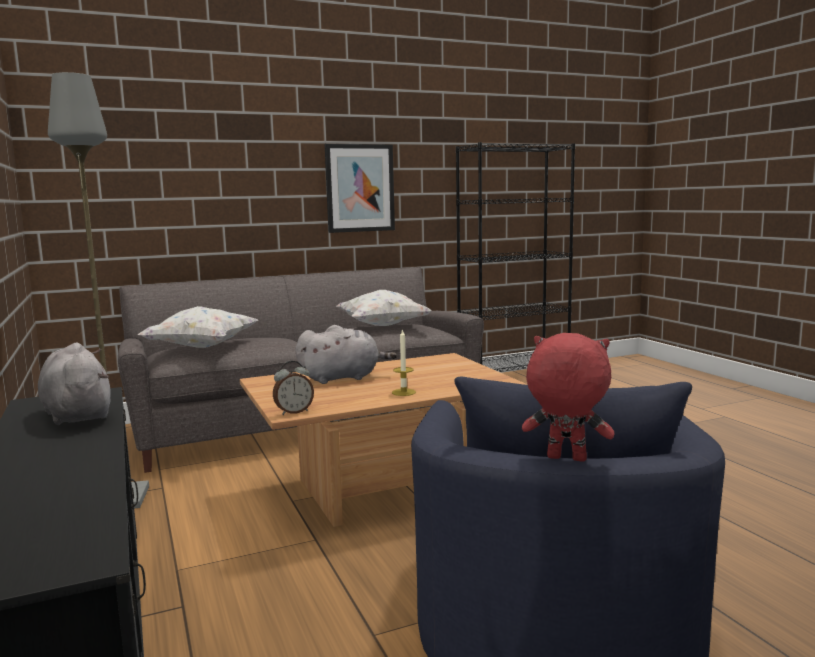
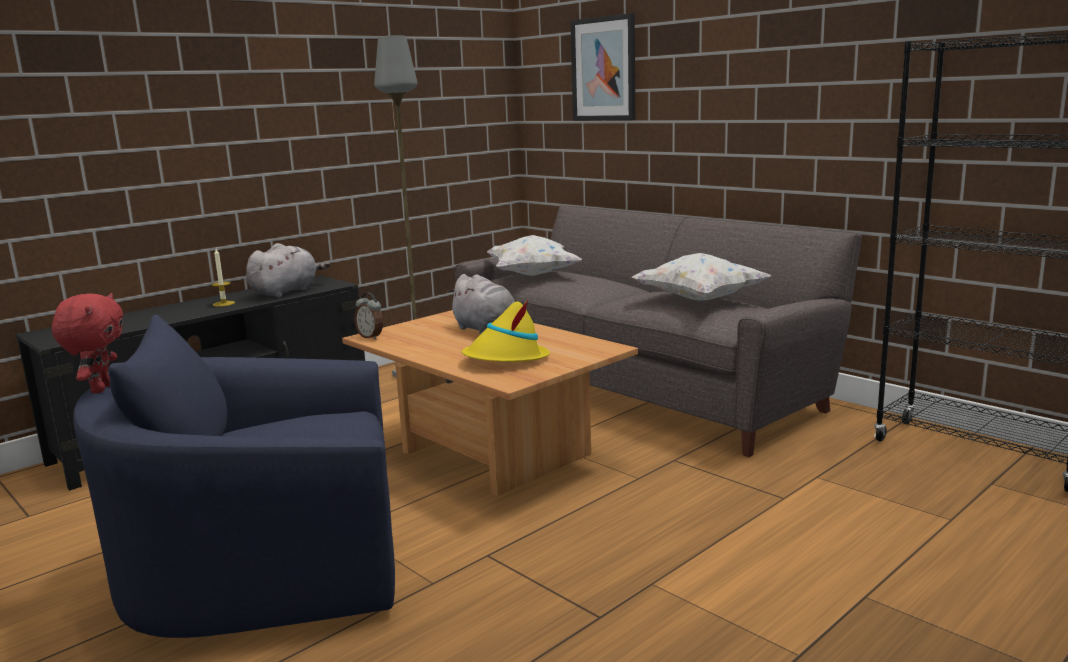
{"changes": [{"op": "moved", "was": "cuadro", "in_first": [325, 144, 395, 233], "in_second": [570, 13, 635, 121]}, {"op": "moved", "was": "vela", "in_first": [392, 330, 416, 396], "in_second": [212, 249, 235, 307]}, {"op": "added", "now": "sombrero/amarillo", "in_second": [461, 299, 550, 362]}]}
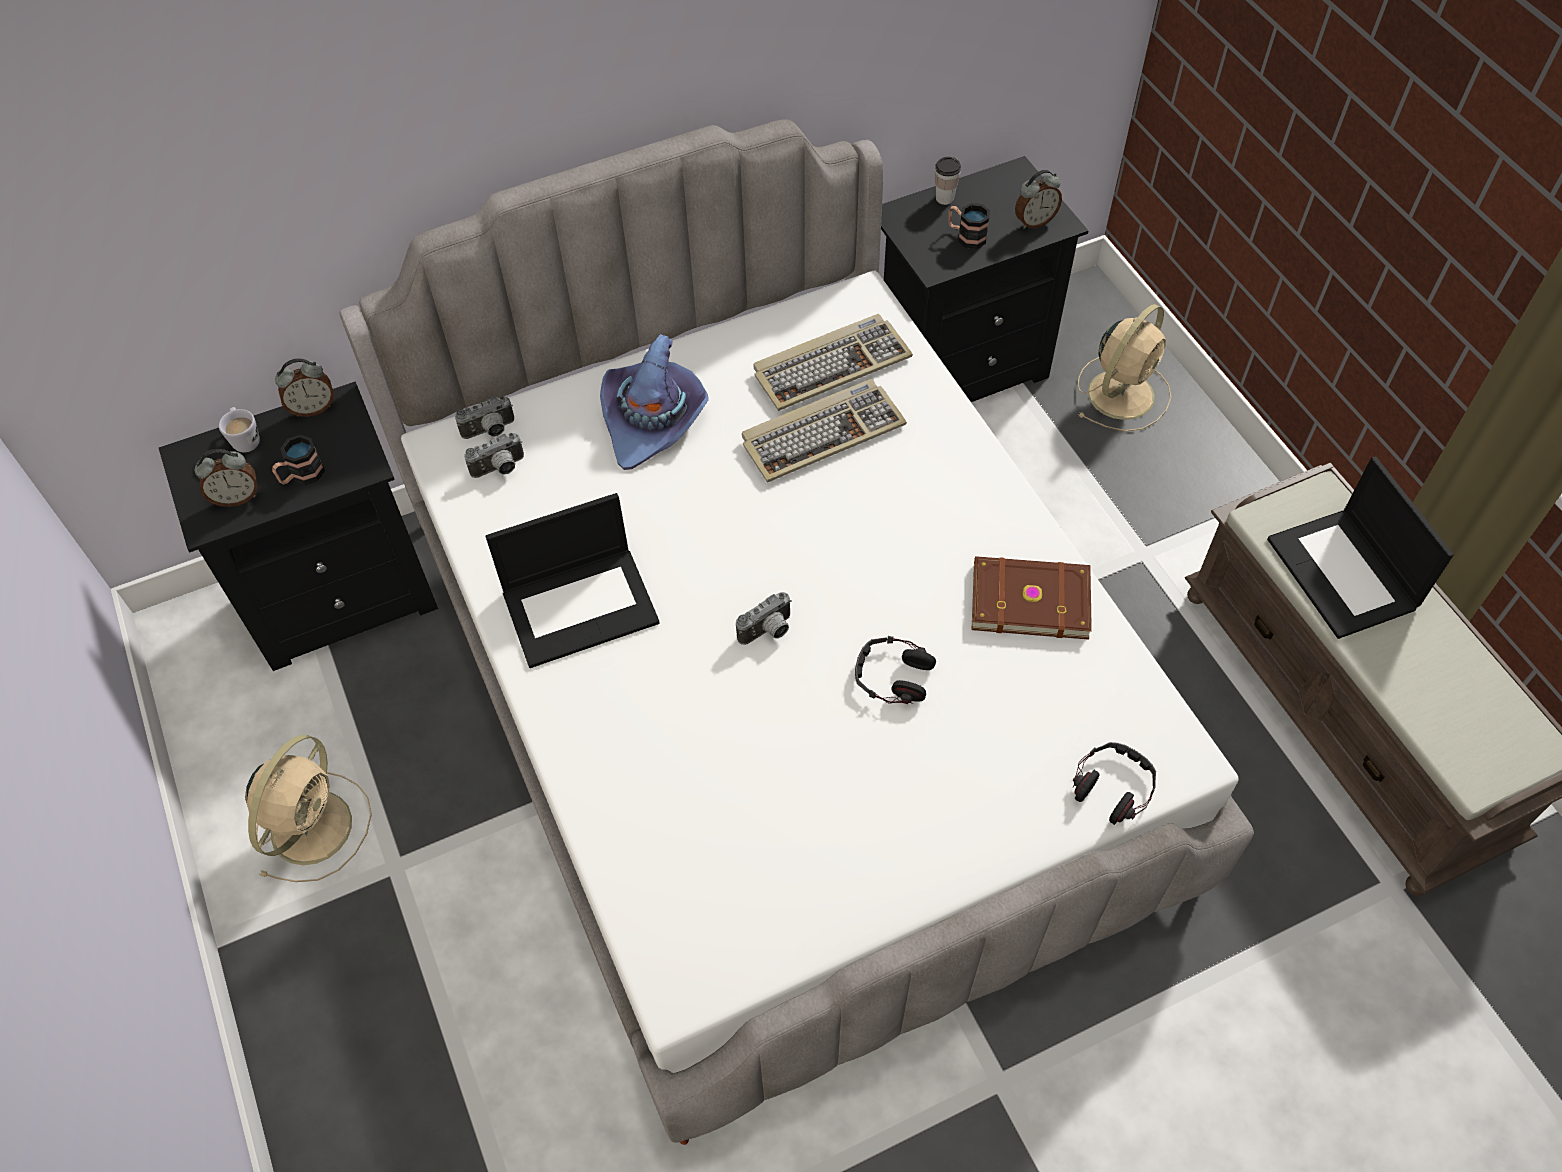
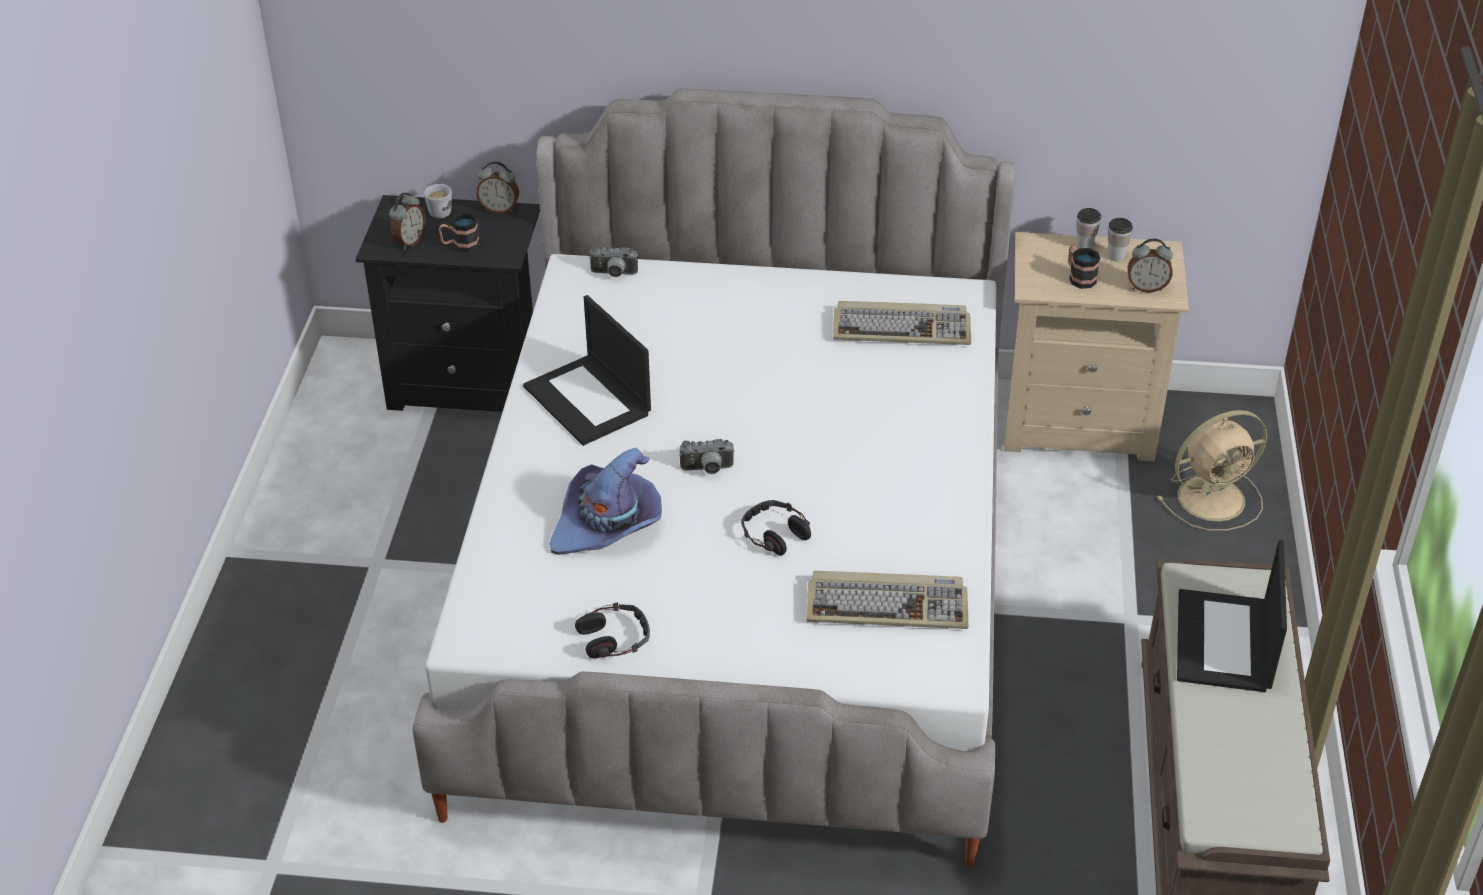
{"changes": [{"op": "turned", "was": "despertador", "in_first": [195, 449, 258, 507], "in_second": [389, 193, 426, 250], "clockwise": -75}, {"op": "removed", "was": "ventilador/beis", "in_first": [245, 735, 372, 882]}, {"op": "removed", "was": "cámara", "in_first": [464, 433, 524, 478]}, {"op": "turned", "was": "portátil", "in_first": [486, 493, 660, 668], "in_second": [523, 295, 651, 446], "clockwise": 45}, {"op": "moved", "was": "sombrero/morado", "in_first": [600, 334, 708, 470], "in_second": [549, 448, 662, 555]}, {"op": "moved", "was": "teclado", "in_first": [742, 379, 907, 483], "in_second": [807, 571, 969, 629]}, {"op": "recoloured", "was": "mesita de noche/negro", "now": "mesita de noche/beis", "in_first": [881, 156, 1089, 402], "in_second": [1004, 232, 1189, 461]}, {"op": "removed", "was": "libro/marrón", "in_first": [972, 556, 1092, 640]}, {"op": "moved", "was": "auriculares", "in_first": [1073, 742, 1156, 825], "in_second": [575, 602, 650, 658]}, {"op": "added", "now": "taza", "in_second": [1108, 218, 1133, 262]}]}
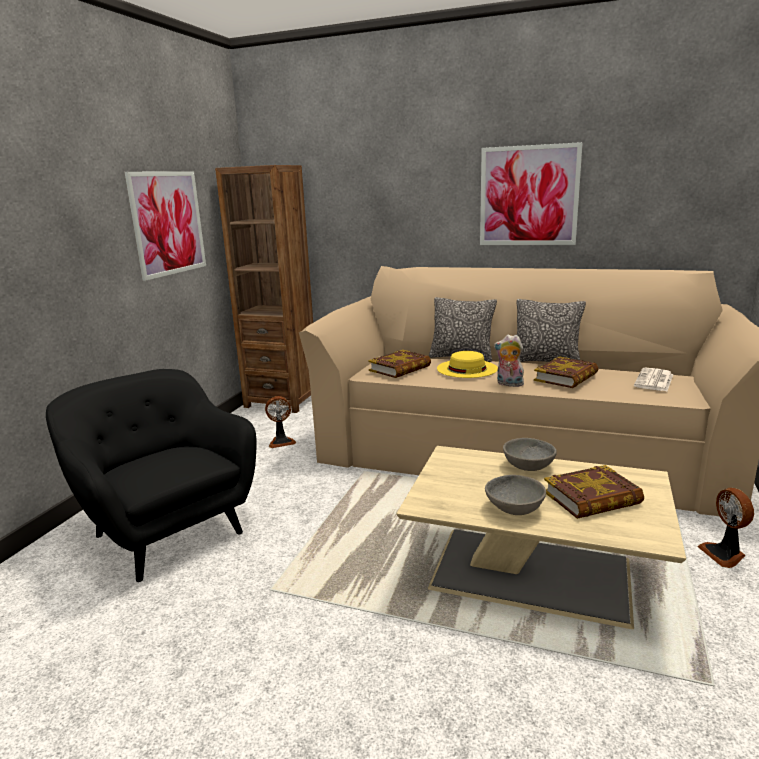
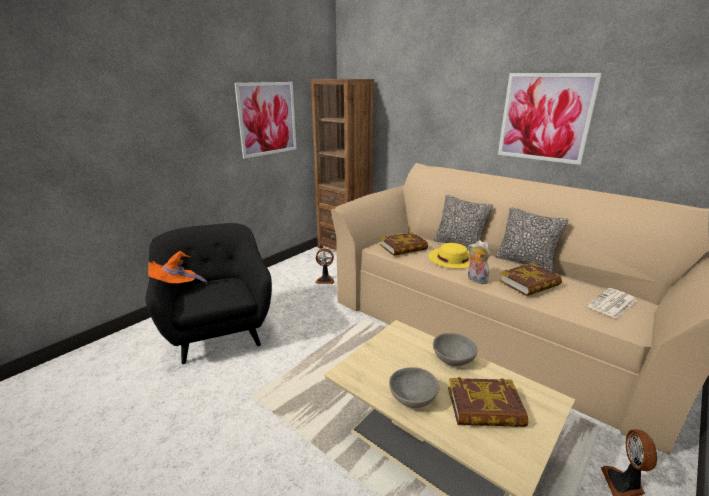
{"changes": [{"op": "added", "now": "sombrero/naranja", "in_second": [148, 251, 207, 284]}]}
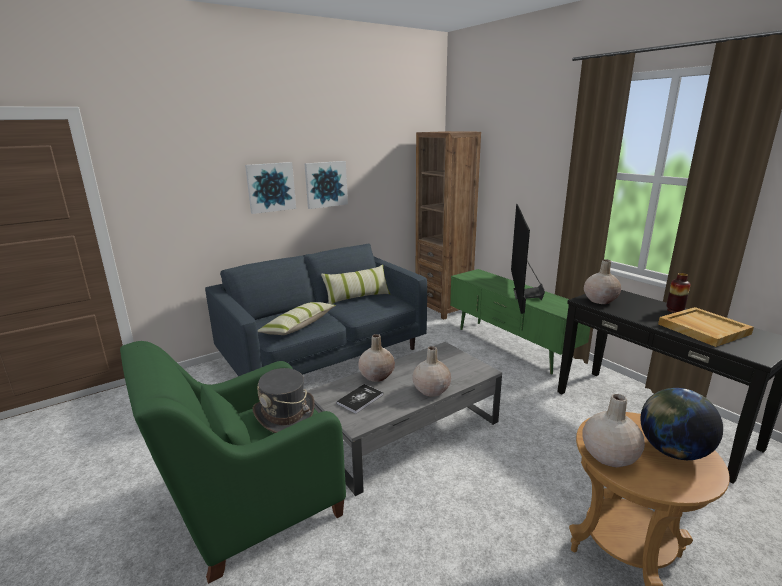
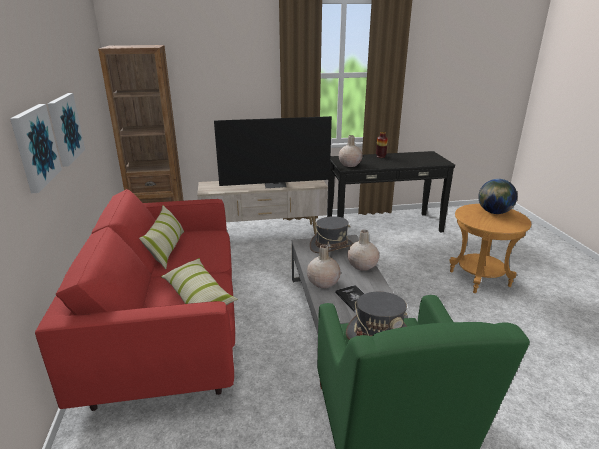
{"changes": [{"op": "recoloured", "was": "sofá/azul", "now": "sofá/rojo", "in_first": [205, 244, 427, 376], "in_second": [35, 189, 235, 411]}, {"op": "recoloured", "was": "mueble de televisión/verde", "now": "mueble de televisión/beis", "in_first": [450, 269, 590, 374], "in_second": [197, 180, 328, 234]}, {"op": "turned", "was": "televisor", "in_first": [511, 204, 545, 314], "in_second": [214, 116, 332, 188], "clockwise": -45}, {"op": "removed", "was": "florero/beis", "in_first": [582, 394, 645, 467]}, {"op": "removed", "was": "bandeja/beis", "in_first": [658, 307, 754, 347]}, {"op": "added", "now": "sombrero/gris", "in_second": [310, 216, 353, 253]}]}
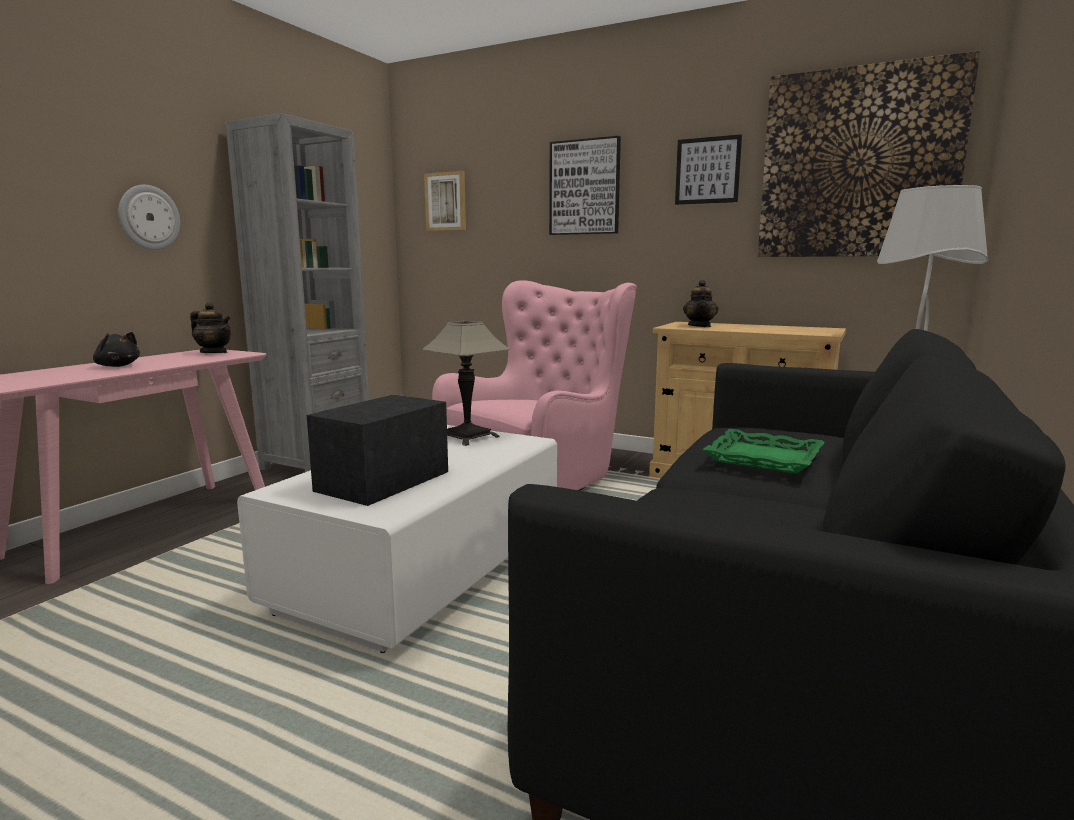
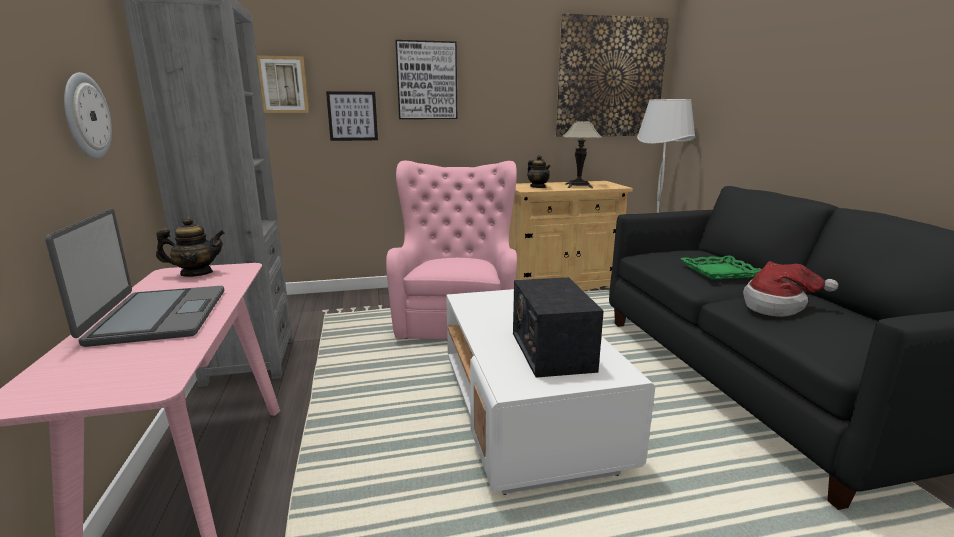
{"changes": [{"op": "replaced", "was": "peluche/negro", "now": "portátil", "in_first": [93, 332, 140, 367], "in_second": [45, 209, 224, 347]}, {"op": "moved", "was": "lámpara de mesa", "in_first": [421, 321, 510, 446], "in_second": [562, 121, 603, 188]}, {"op": "moved", "was": "cuadro", "in_first": [675, 134, 742, 205], "in_second": [326, 91, 378, 141]}, {"op": "added", "now": "sombrero", "in_second": [743, 261, 838, 317]}]}
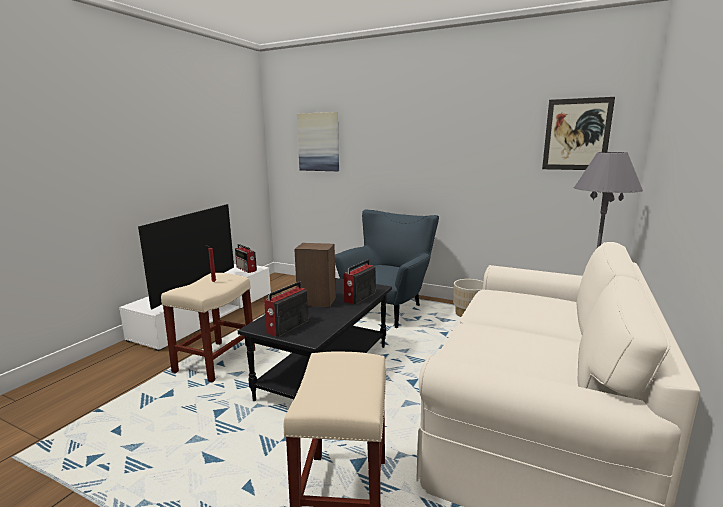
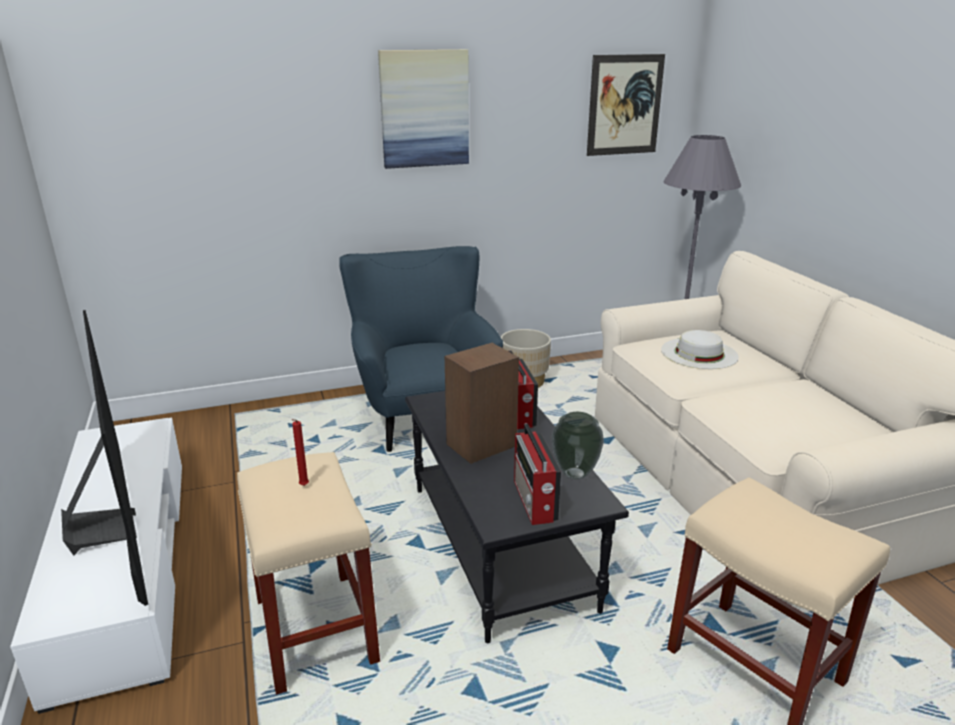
{"changes": [{"op": "removed", "was": "radio", "in_first": [235, 244, 257, 273]}, {"op": "moved", "was": "cuadro", "in_first": [297, 112, 339, 171], "in_second": [378, 49, 469, 169]}, {"op": "added", "now": "florero", "in_second": [552, 412, 604, 479]}, {"op": "added", "now": "sombrero/blanco", "in_second": [661, 330, 739, 369]}]}
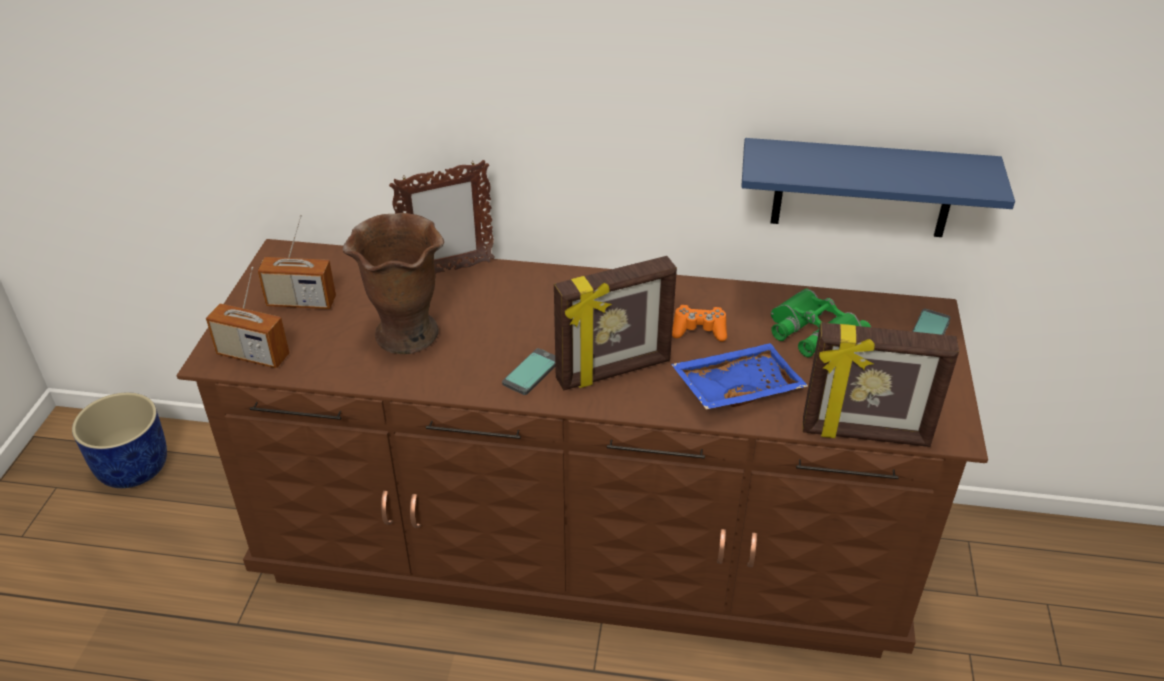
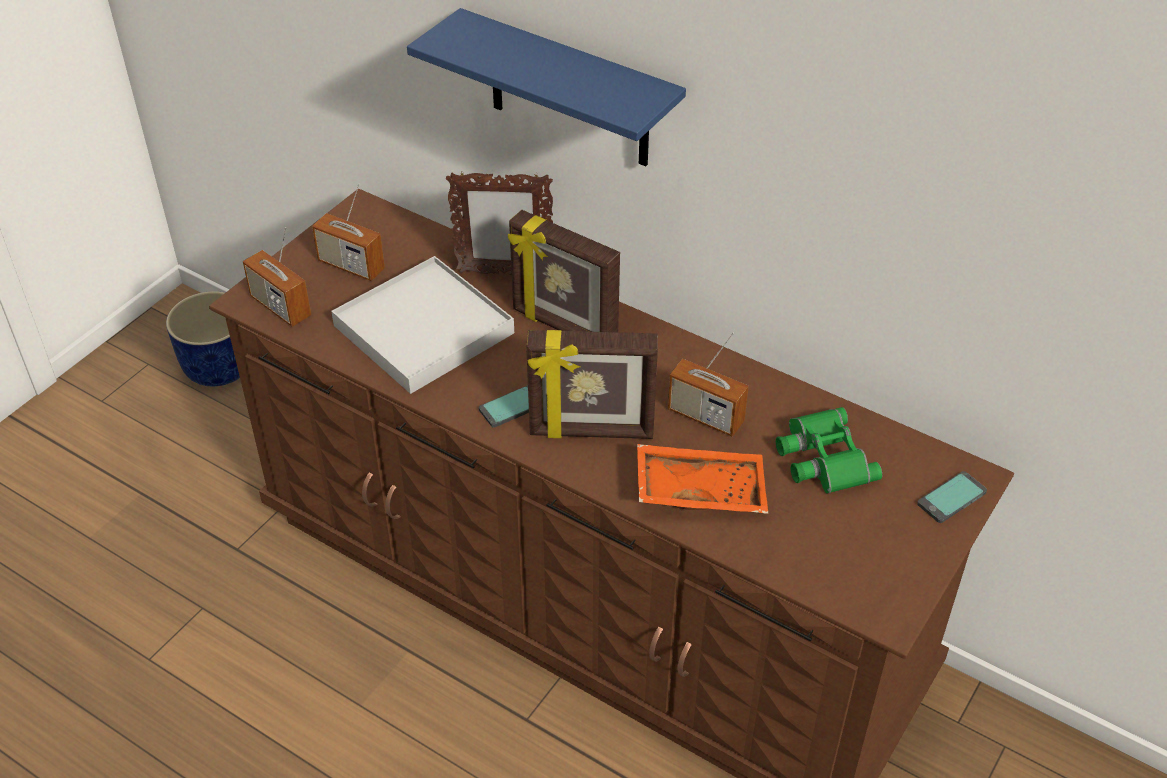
{"changes": [{"op": "replaced", "was": "florero/marrón", "now": "bandeja/blanco", "in_first": [342, 213, 444, 354], "in_second": [331, 256, 514, 394]}, {"op": "recoloured", "was": "bandeja/azul", "now": "bandeja/naranja", "in_first": [671, 343, 808, 410], "in_second": [637, 444, 768, 514]}, {"op": "replaced", "was": "mando de consola/naranja", "now": "radio", "in_first": [672, 305, 727, 342], "in_second": [668, 332, 749, 437]}, {"op": "moved", "was": "estante/azul", "in_first": [741, 138, 1015, 237], "in_second": [407, 8, 686, 166]}, {"op": "moved", "was": "portarretratos", "in_first": [803, 322, 959, 447], "in_second": [508, 210, 620, 332]}]}
